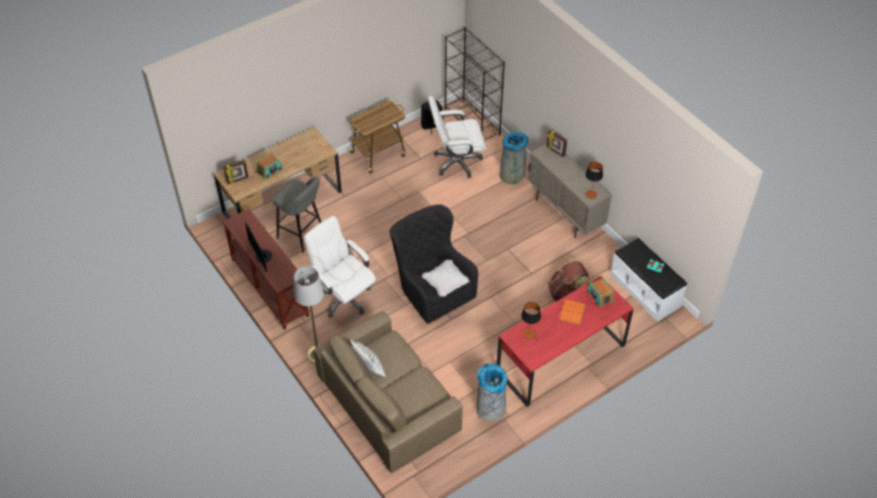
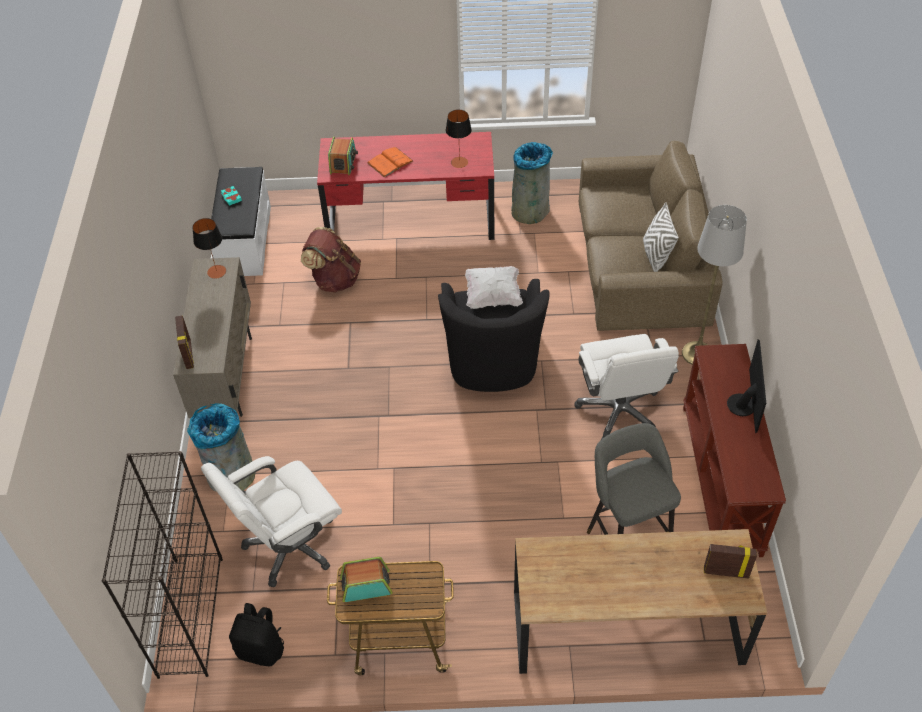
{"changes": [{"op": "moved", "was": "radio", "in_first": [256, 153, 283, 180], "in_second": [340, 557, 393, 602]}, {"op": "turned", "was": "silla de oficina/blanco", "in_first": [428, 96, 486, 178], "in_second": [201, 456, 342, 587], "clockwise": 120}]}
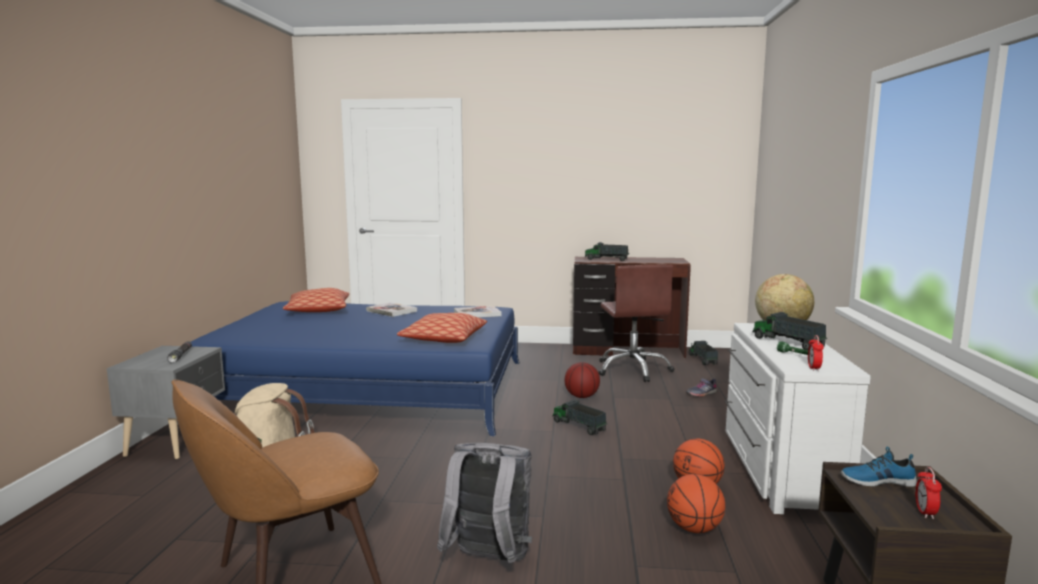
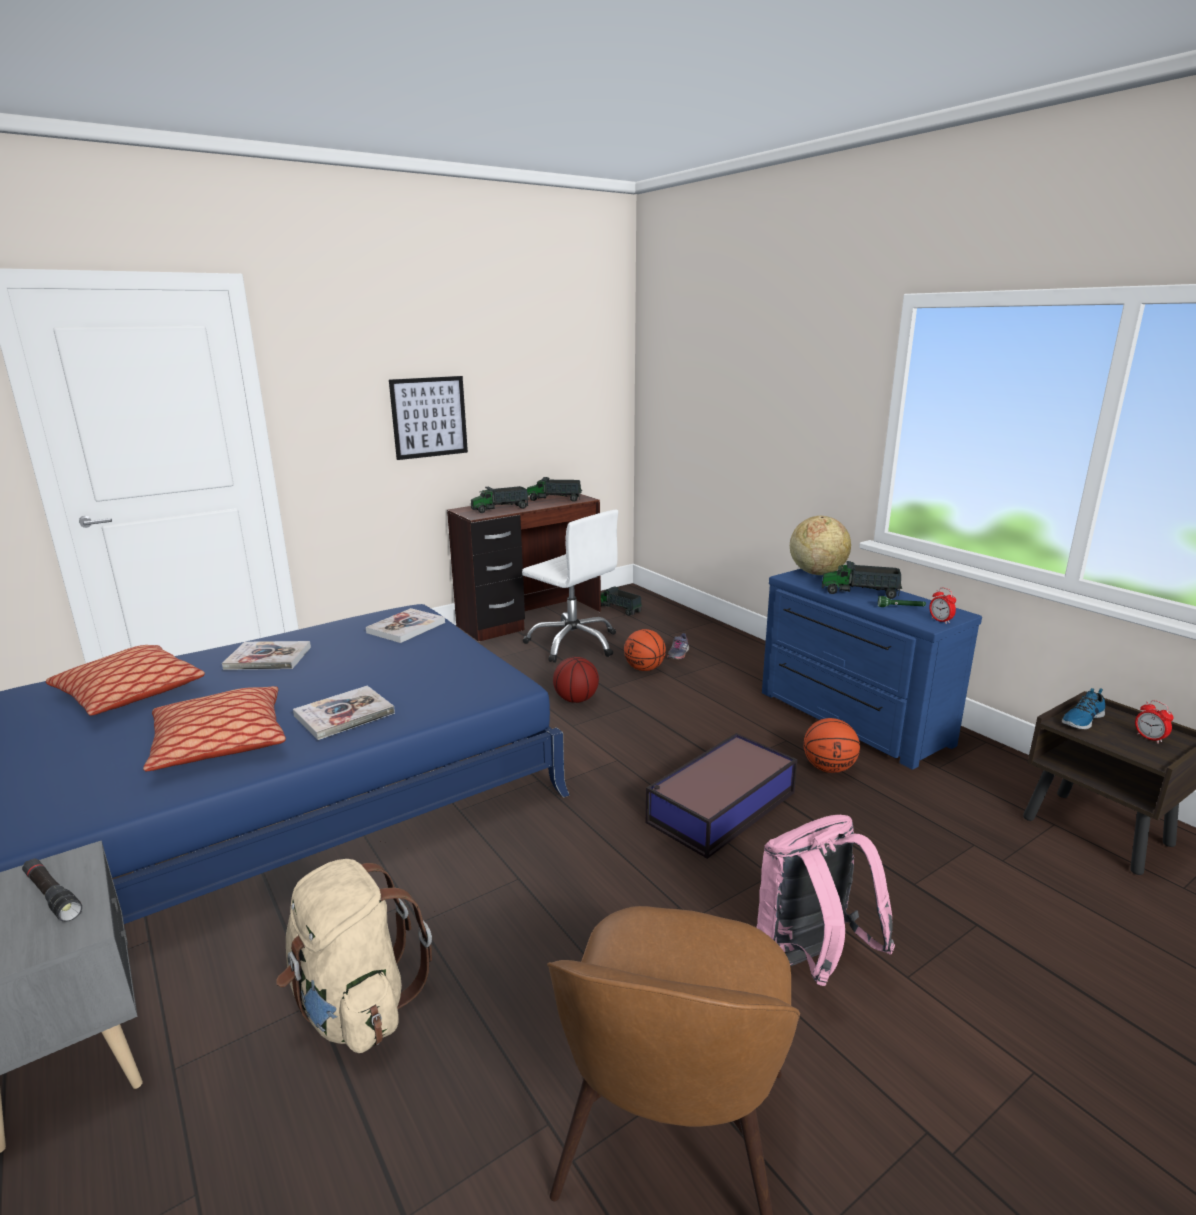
{"changes": [{"op": "moved", "was": "cojín", "in_first": [397, 313, 487, 343], "in_second": [143, 686, 286, 771]}, {"op": "recoloured", "was": "mochila/gris", "now": "mochila/rosa", "in_first": [437, 443, 532, 563], "in_second": [756, 815, 895, 986]}, {"op": "moved", "was": "camión de juguete", "in_first": [552, 399, 607, 435], "in_second": [527, 477, 582, 502]}, {"op": "recoloured", "was": "silla de oficina/marrón", "now": "silla de oficina/blanco", "in_first": [598, 265, 674, 382], "in_second": [522, 510, 618, 663]}, {"op": "moved", "was": "balón de baloncesto", "in_first": [667, 474, 725, 533], "in_second": [624, 629, 666, 671]}, {"op": "recoloured", "was": "cómoda/blanco", "now": "cómoda/azul", "in_first": [725, 323, 871, 514], "in_second": [762, 569, 982, 770]}, {"op": "added", "now": "libro", "in_second": [293, 685, 395, 740]}, {"op": "added", "now": "cuadro", "in_second": [389, 376, 468, 460]}, {"op": "added", "now": "caja de almacenaje", "in_second": [646, 733, 798, 859]}]}
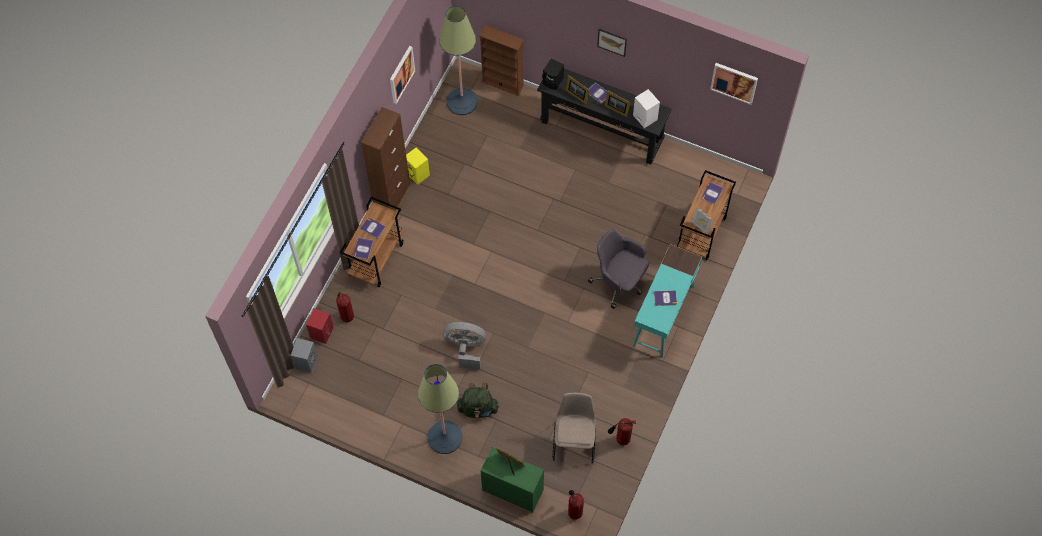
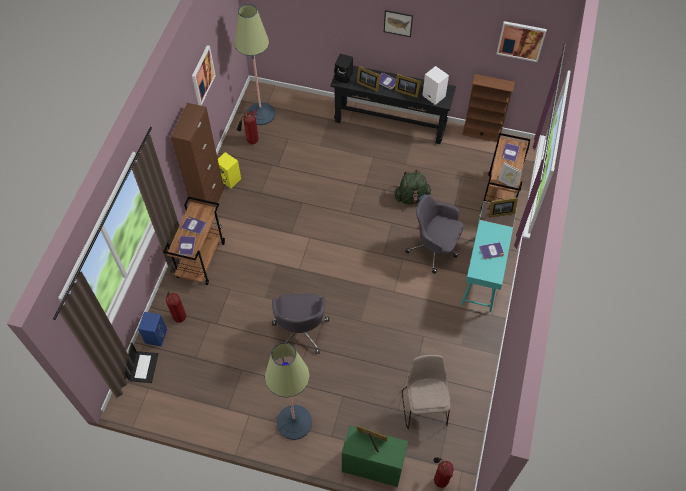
{"changes": [{"op": "replaced", "was": "altavoz/gris", "now": "portátil", "in_first": [291, 338, 318, 373], "in_second": [124, 343, 158, 383]}, {"op": "recoloured", "was": "altavoz/rojo", "now": "altavoz/azul", "in_first": [306, 308, 334, 344], "in_second": [138, 312, 167, 347]}, {"op": "replaced", "was": "ventilador/gris", "now": "silla de oficina/gris", "in_first": [443, 322, 486, 370], "in_second": [272, 293, 329, 354]}, {"op": "moved", "was": "mochila/verde", "in_first": [457, 383, 499, 418], "in_second": [395, 170, 432, 204]}, {"op": "moved", "was": "estantería/marrón", "in_first": [479, 25, 524, 96], "in_second": [462, 74, 515, 142]}, {"op": "moved", "was": "extintor", "in_first": [608, 418, 636, 446], "in_second": [237, 111, 259, 144]}, {"op": "added", "now": "portarretratos", "in_second": [489, 197, 518, 218]}]}
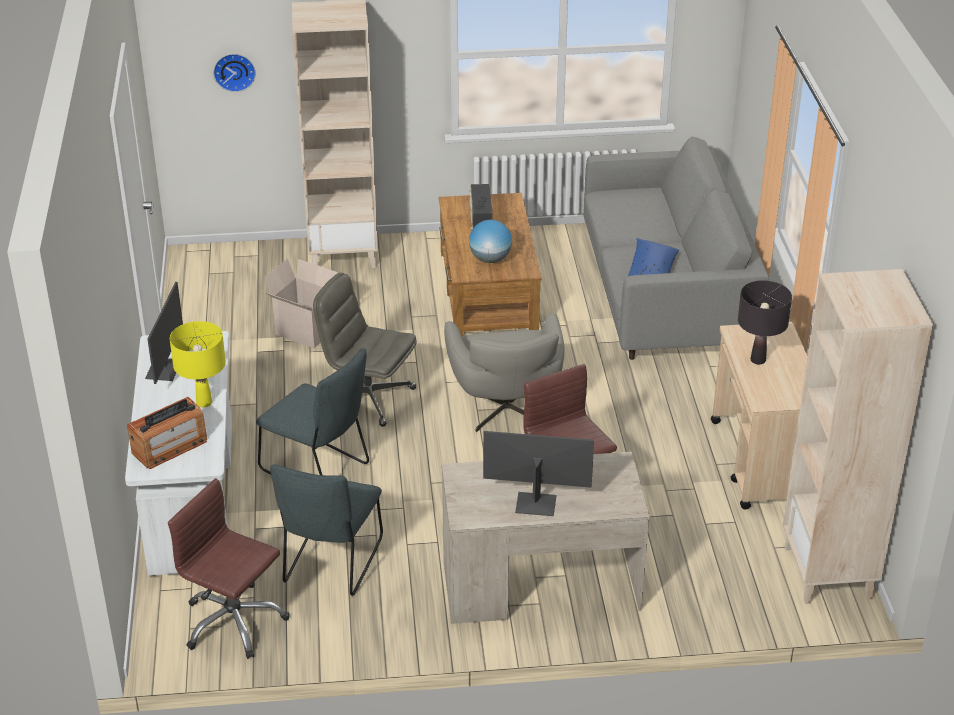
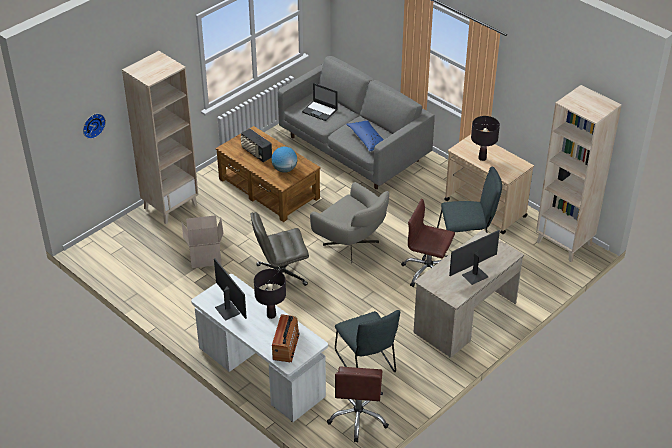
{"changes": [{"op": "turned", "was": "silla de oficina/marrón", "in_first": [168, 478, 289, 659], "in_second": [327, 366, 389, 442], "clockwise": -75}, {"op": "recoloured", "was": "lámpara de mesa/amarillo", "now": "lámpara de mesa/negro", "in_first": [170, 321, 226, 407], "in_second": [254, 269, 286, 319]}, {"op": "moved", "was": "silla/gris", "in_first": [256, 348, 369, 475], "in_second": [437, 167, 502, 257]}, {"op": "added", "now": "portátil", "in_second": [302, 83, 338, 121]}]}
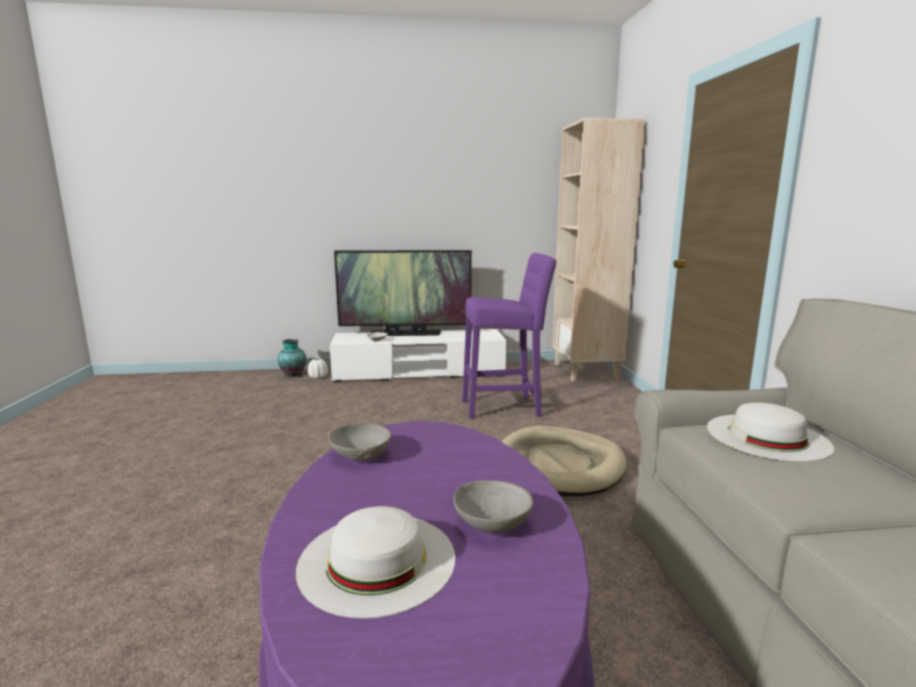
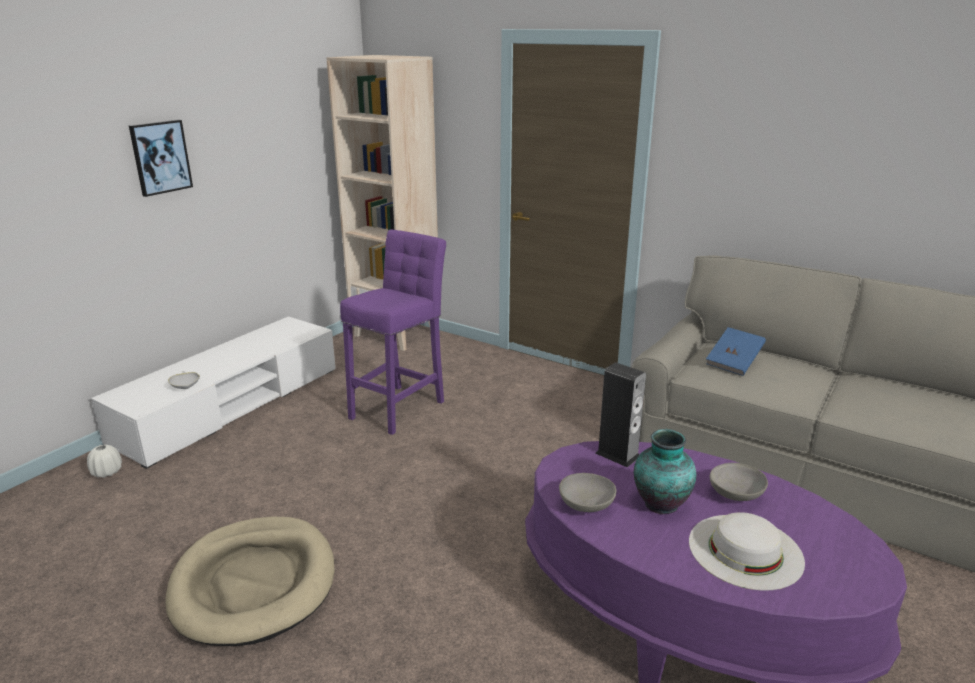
{"changes": [{"op": "moved", "was": "florero", "in_first": [278, 339, 306, 378], "in_second": [634, 429, 696, 514]}, {"op": "removed", "was": "televisor", "in_first": [334, 250, 472, 336]}, {"op": "moved", "was": "cama para perro/beis", "in_first": [501, 426, 626, 496], "in_second": [165, 517, 335, 646]}, {"op": "replaced", "was": "sombrero/blanco", "now": "libro/azul", "in_first": [707, 403, 834, 462], "in_second": [706, 327, 766, 376]}, {"op": "added", "now": "cuadro", "in_second": [129, 120, 193, 197]}, {"op": "added", "now": "altavoz", "in_second": [595, 362, 646, 467]}]}
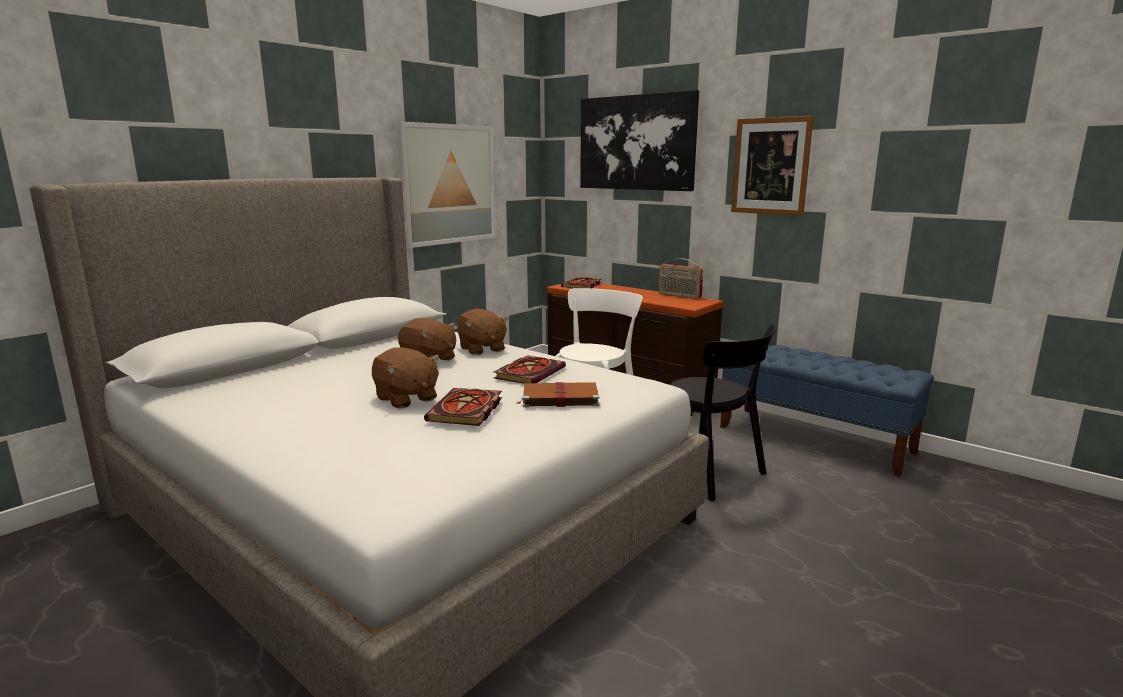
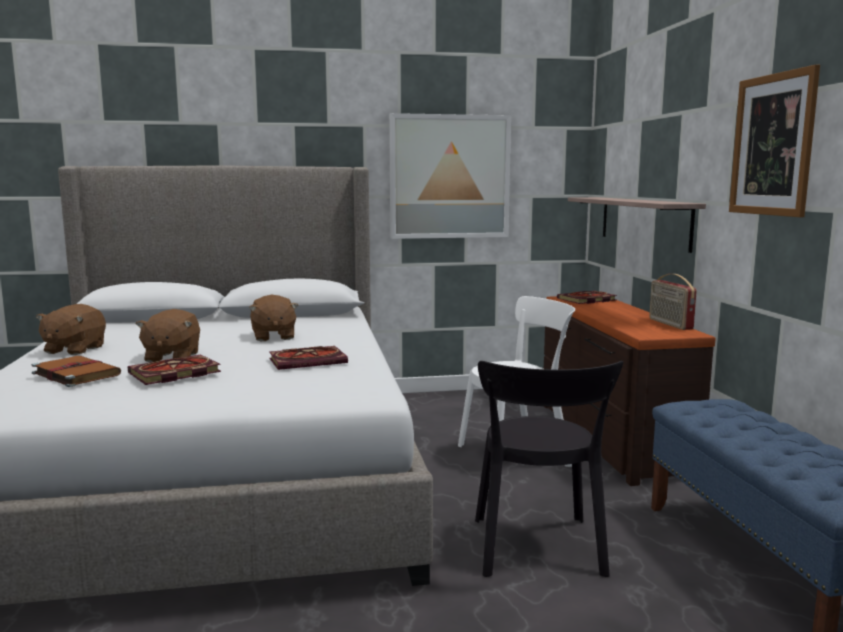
{"changes": [{"op": "moved", "was": "peluche/marrón", "in_first": [457, 309, 509, 355], "in_second": [36, 304, 106, 355]}, {"op": "moved", "was": "libro/marrón", "in_first": [516, 382, 599, 407], "in_second": [32, 356, 121, 387]}, {"op": "removed", "was": "cuadro", "in_first": [580, 90, 699, 191]}, {"op": "added", "now": "estante", "in_second": [568, 197, 706, 253]}]}
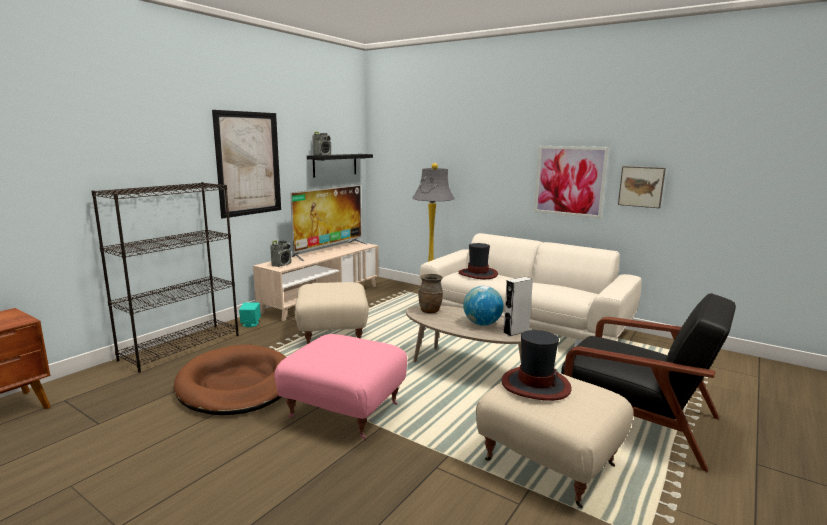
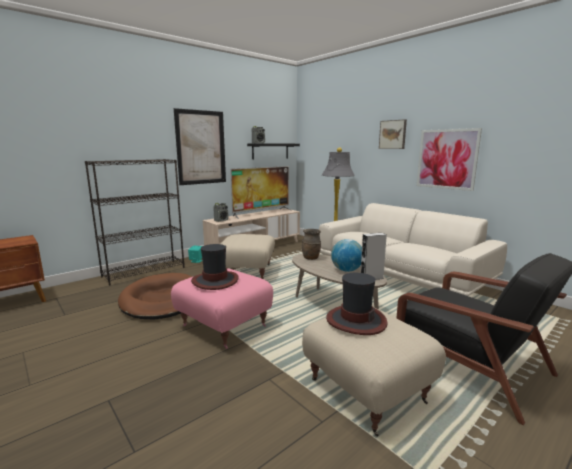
{"changes": [{"op": "moved", "was": "sombrero", "in_first": [459, 243, 498, 279], "in_second": [191, 244, 239, 290]}, {"op": "moved", "was": "cuadro", "in_first": [618, 166, 666, 208], "in_second": [379, 119, 407, 149]}]}
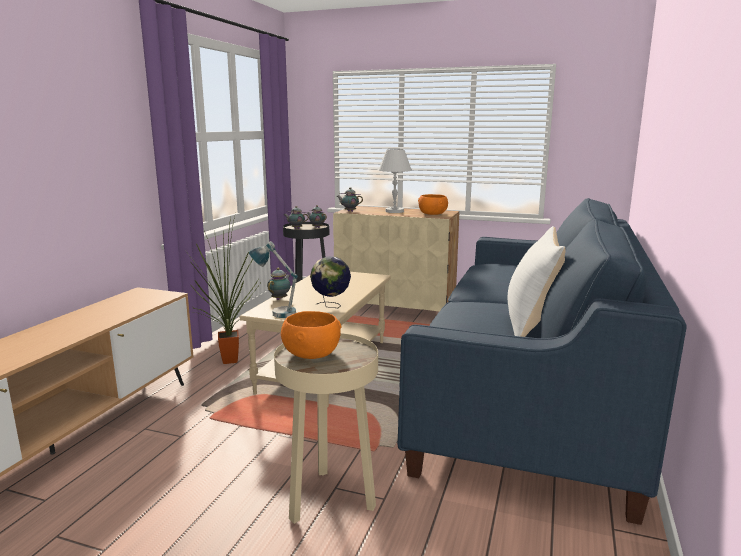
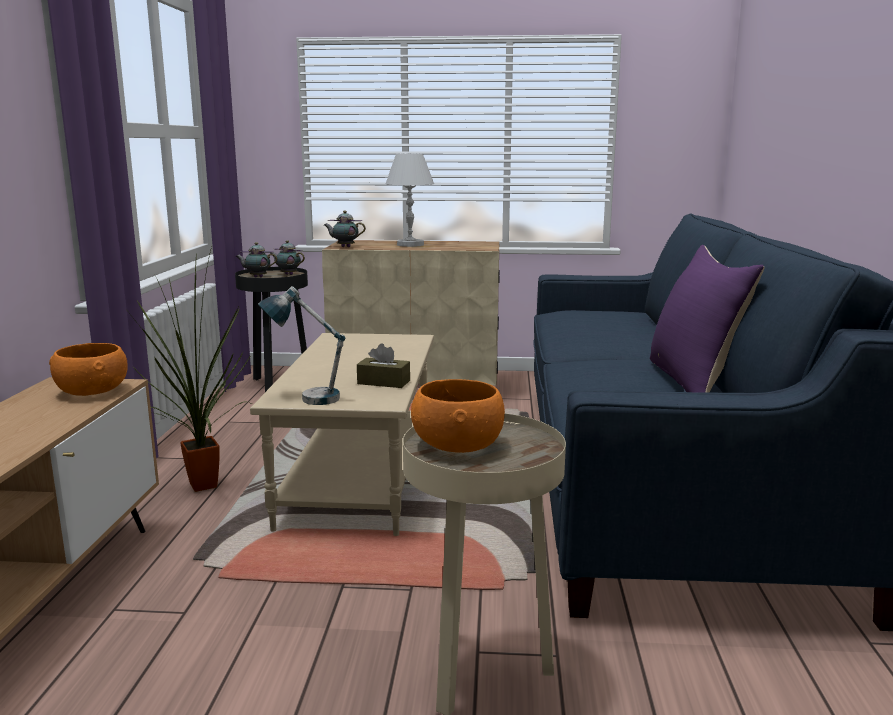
{"changes": [{"op": "removed", "was": "tetera", "in_first": [267, 268, 291, 300]}, {"op": "replaced", "was": "globo terráqueo", "now": "caja de pañuelos/marrón", "in_first": [310, 256, 351, 308], "in_second": [357, 343, 410, 388]}, {"op": "moved", "was": "cuenco/naranja", "in_first": [418, 194, 448, 215], "in_second": [49, 343, 128, 396]}, {"op": "recoloured", "was": "cojín/blanco", "now": "cojín/morado", "in_first": [508, 226, 565, 337], "in_second": [650, 245, 765, 393]}]}
